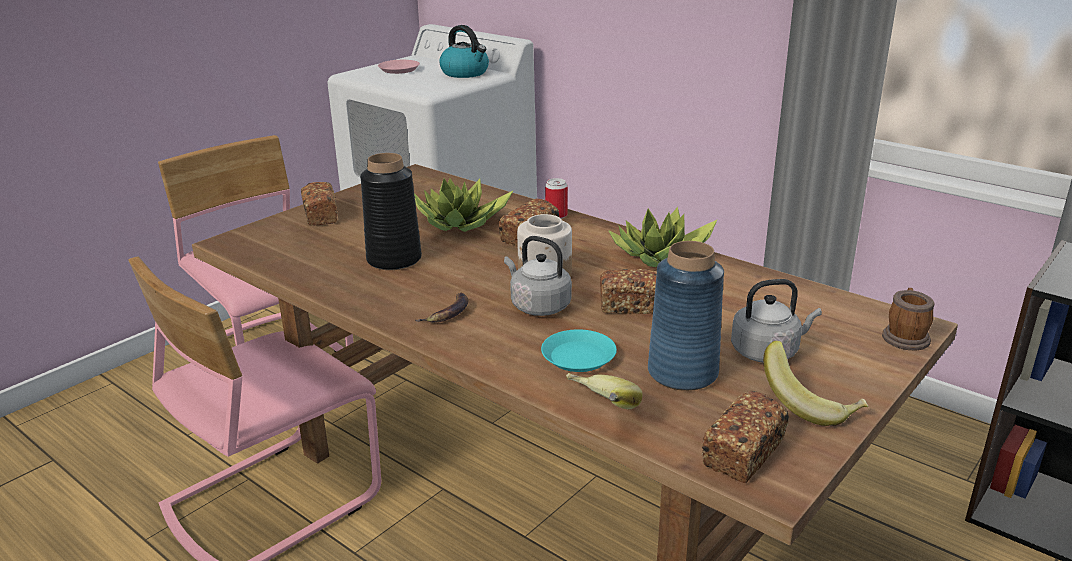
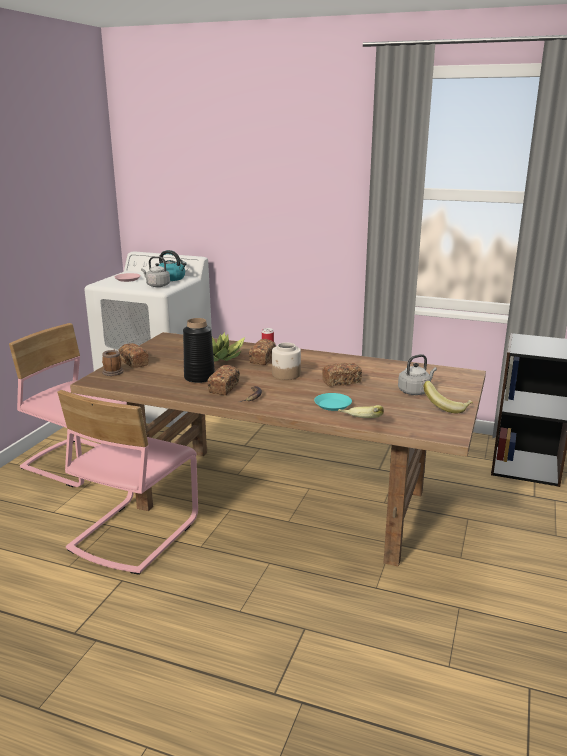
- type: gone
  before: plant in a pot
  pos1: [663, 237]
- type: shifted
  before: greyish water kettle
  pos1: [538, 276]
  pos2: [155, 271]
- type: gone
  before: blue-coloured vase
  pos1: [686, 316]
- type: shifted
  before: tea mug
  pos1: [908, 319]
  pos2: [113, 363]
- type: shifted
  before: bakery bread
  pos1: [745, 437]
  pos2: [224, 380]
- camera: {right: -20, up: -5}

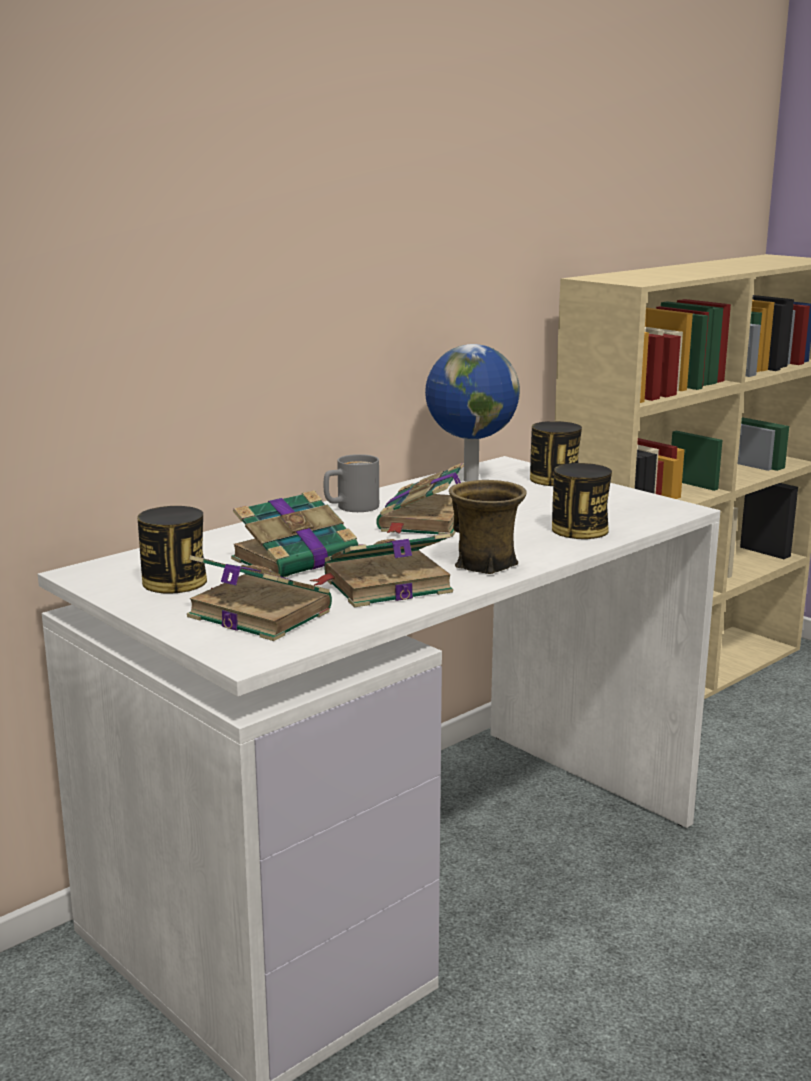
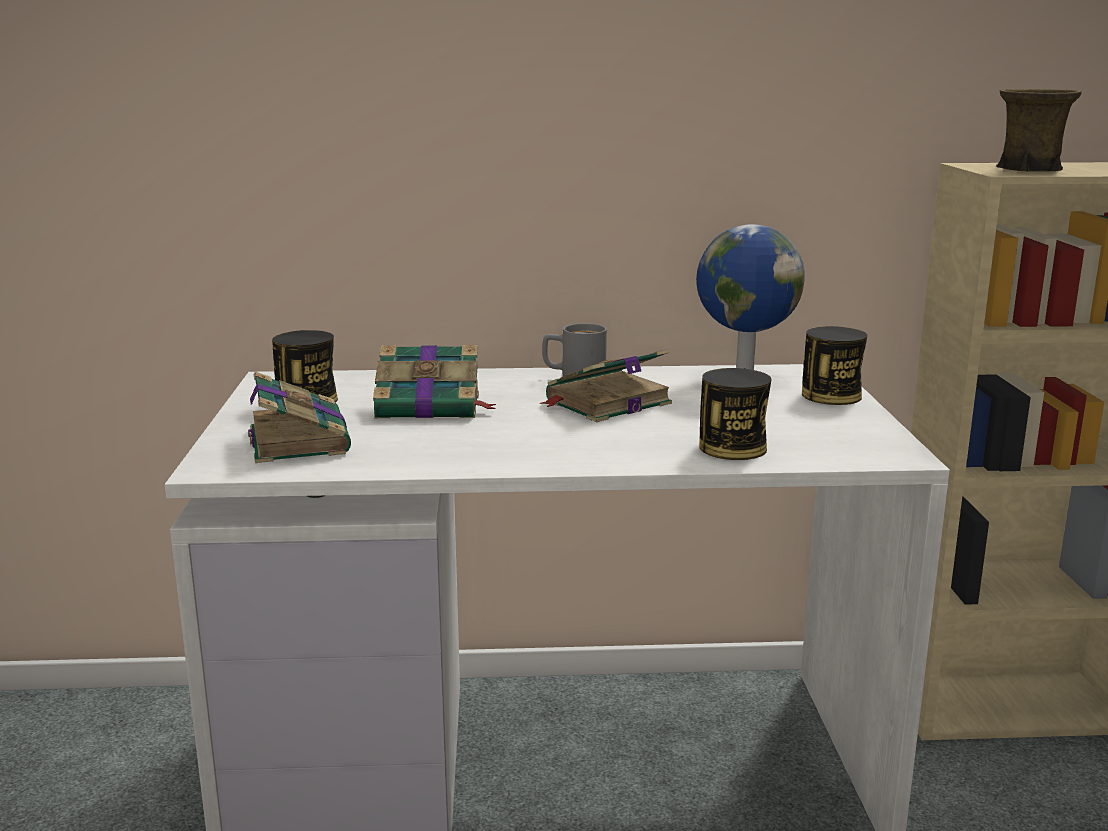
- type: shifted
  before: brown tea mug
  pos1: [488, 527]
  pos2: [1039, 130]
- type: gone
  before: book
  pos1: [381, 570]
- camera: {right: 40, up: 0}

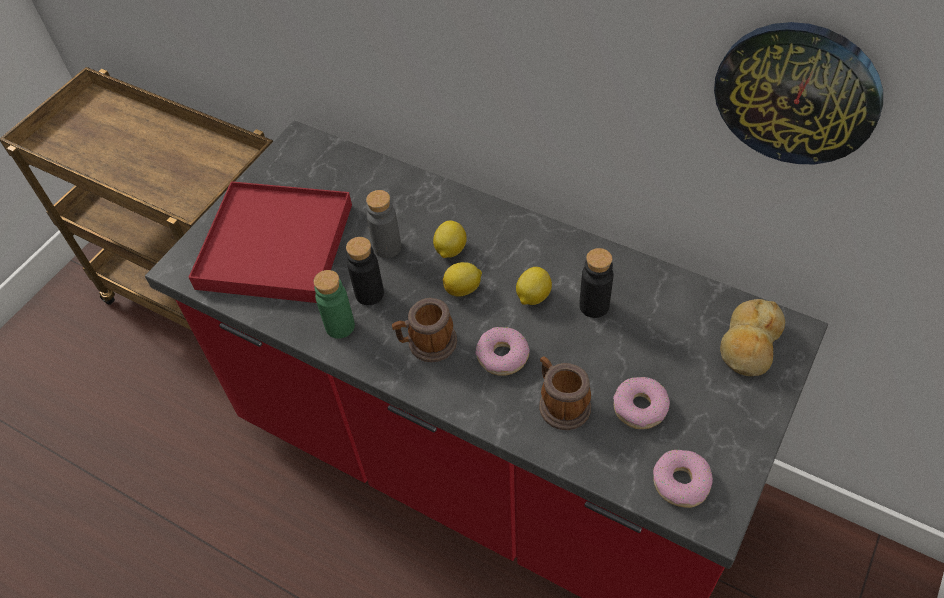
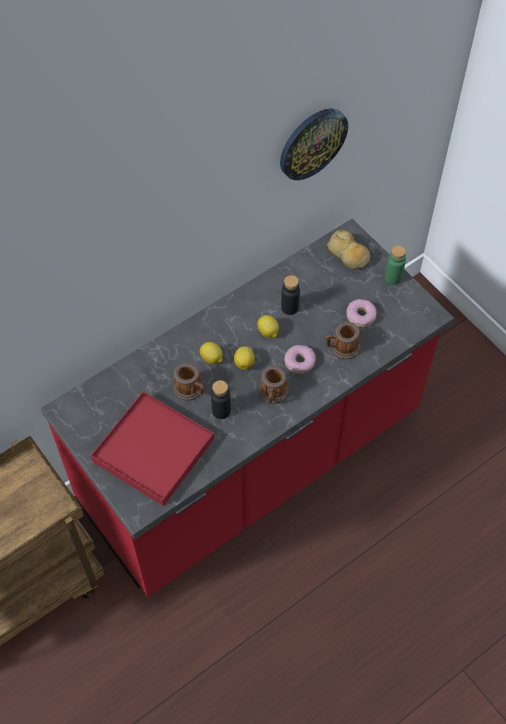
- type: swapped
  before: greyish drink bottle
  after: tea mug
  pos1: [383, 224]
  pos2: [188, 382]
- type: shifted
  before: green-coloured drink bottle
  pos1: [334, 304]
  pos2: [395, 265]
- type: gone
  before: ring doughnut
  pos1: [683, 479]
- camera: {right: -70, up: 5}

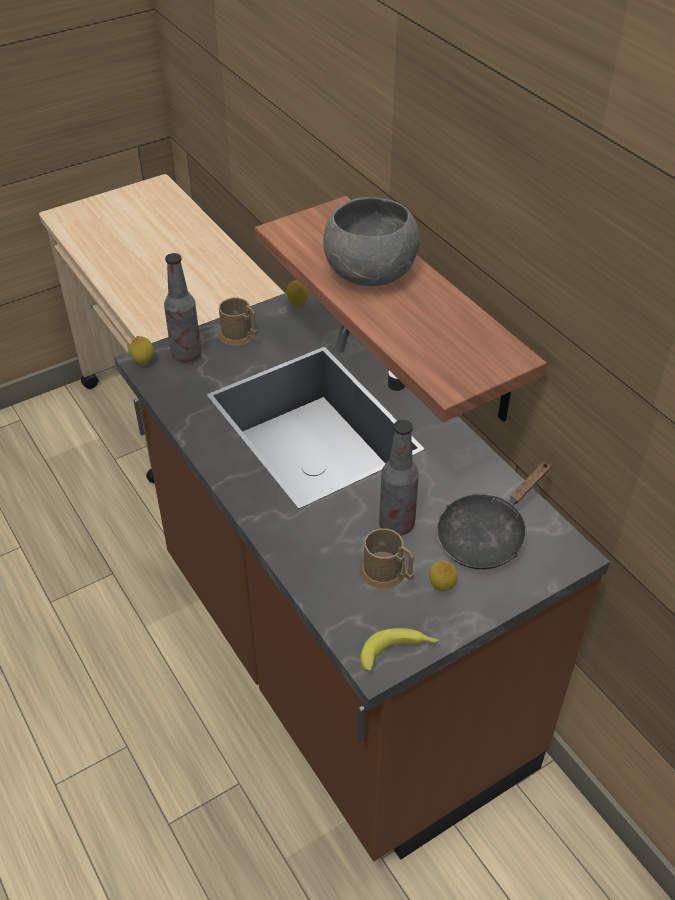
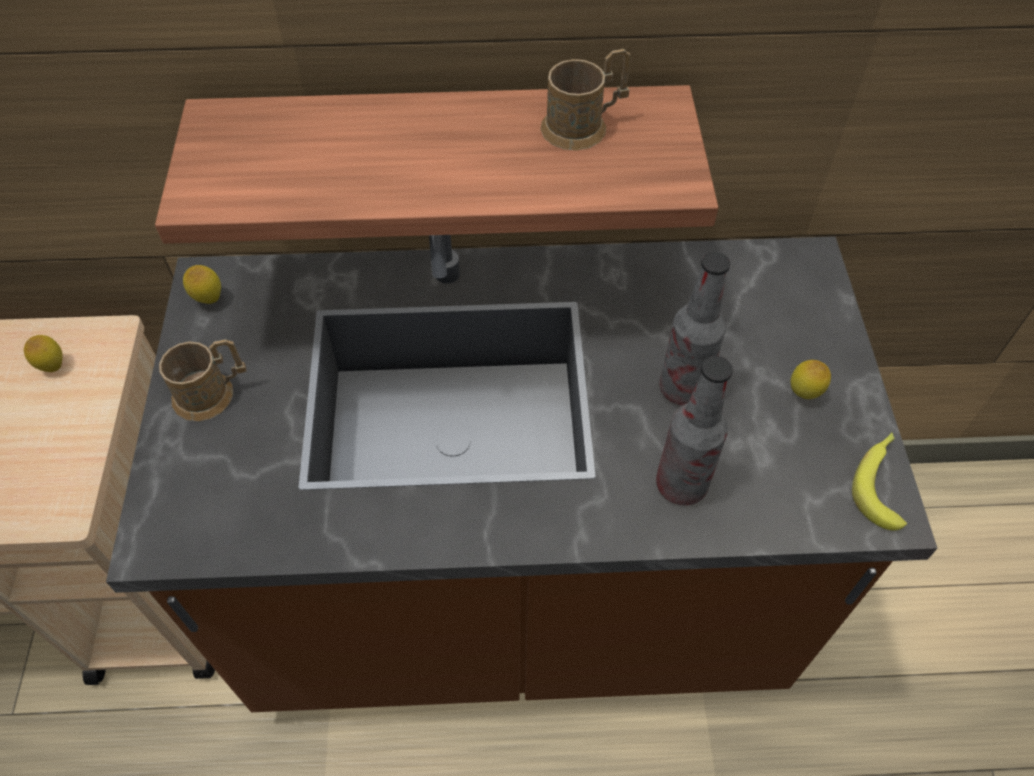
- type: gone
  before: greyish serving bowl
  pos1: [371, 241]
- type: shifted
  before: drink bottle
  pos1: [183, 307]
  pos2: [694, 430]
- type: shifted
  before: whole lemon
  pos1: [142, 351]
  pos2: [43, 353]
- type: gone
  before: black-coloured frying pan
  pos1: [494, 515]
- type: shifted
  before: brown tea mug
  pos1: [386, 558]
  pos2: [585, 100]
- camera: {right: -60, up: 10}

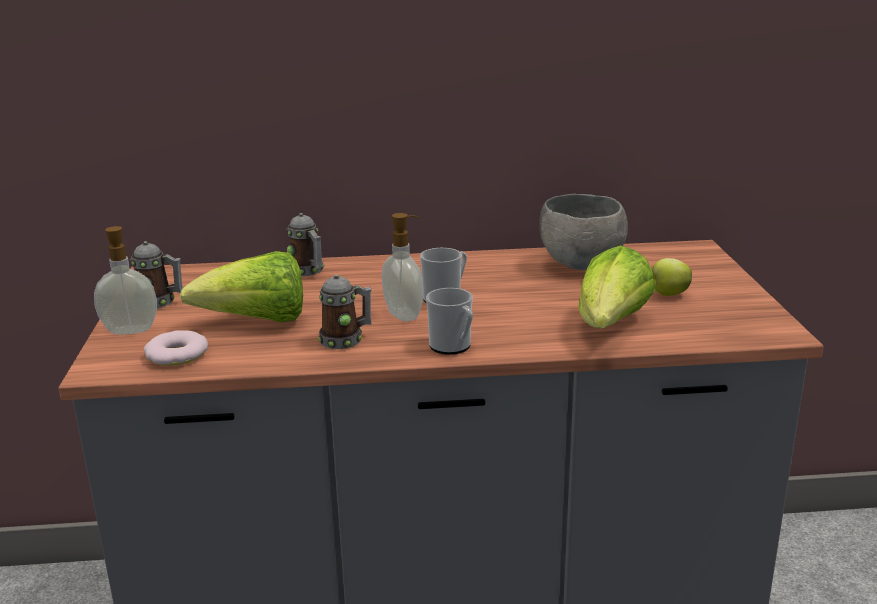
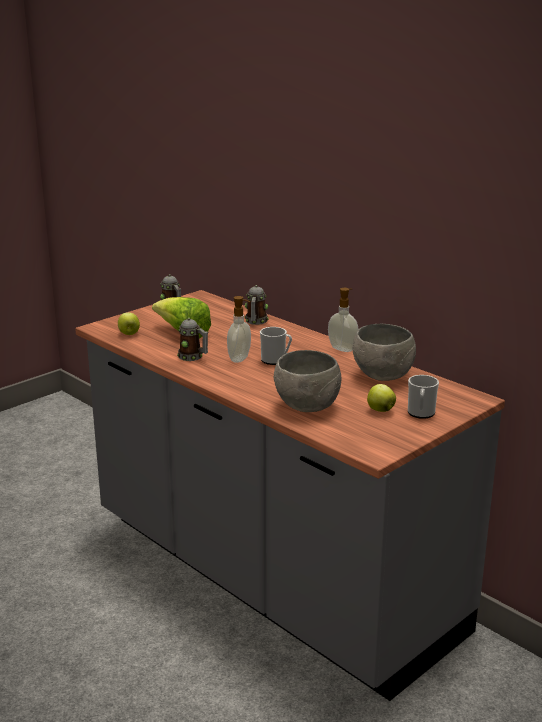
- type: shifted
  before: soap bottle
  pos1: [125, 280]
  pos2: [343, 320]
- type: swapped
  before: lettuce
  after: greyish serving bowl
  pos1: [616, 286]
  pos2: [307, 381]
- type: shifted
  before: tea mug
  pos1: [449, 321]
  pos2: [423, 397]
- type: swapped
  before: ring doughnut
  after: apple fruit
  pos1: [176, 348]
  pos2: [129, 324]
- camera: {right: 50, up: 0}

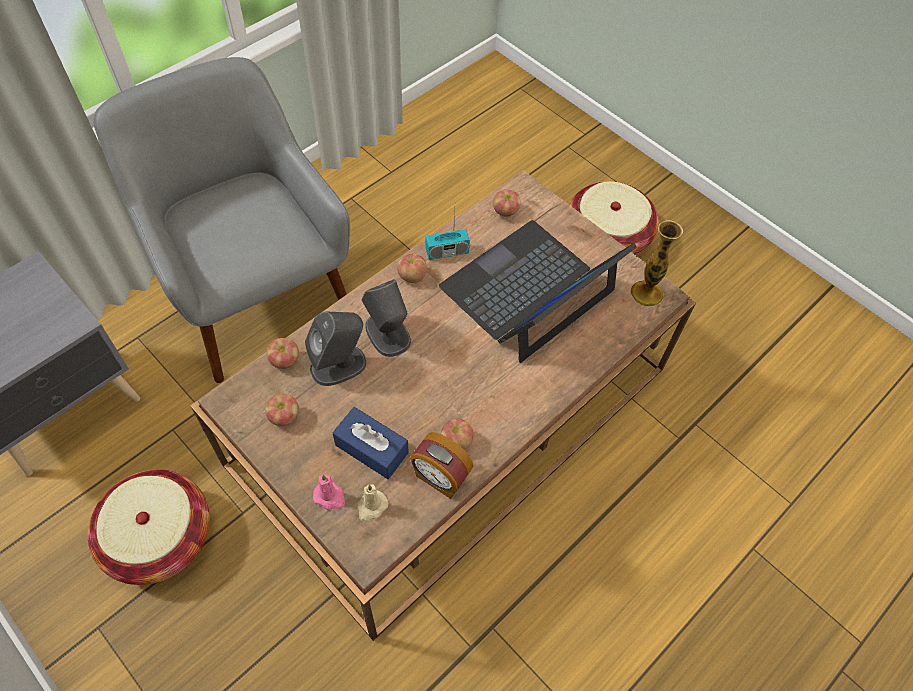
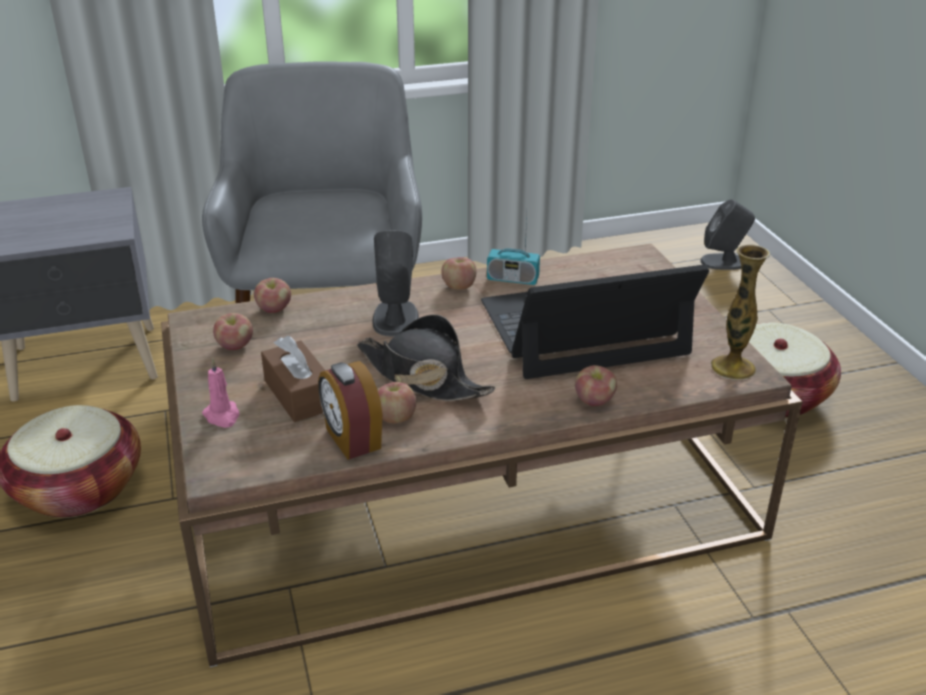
- type: shifted
  before: apple fruit
  pos1: [506, 203]
  pos2: [596, 385]
- type: shifted
  before: greyish audio speaker
  pos1: [336, 349]
  pos2: [727, 234]
- type: repainted
  before: blue-coloured box of tissues
  after: brown box of tissues
  pos1: [370, 443]
  pos2: [293, 378]
- type: gone
  before: sand-coloured wax light
  pos1: [372, 503]
- type: new
  after: black-coloured hat
  pos2: [426, 357]
- camera: {right: 30, up: -25}

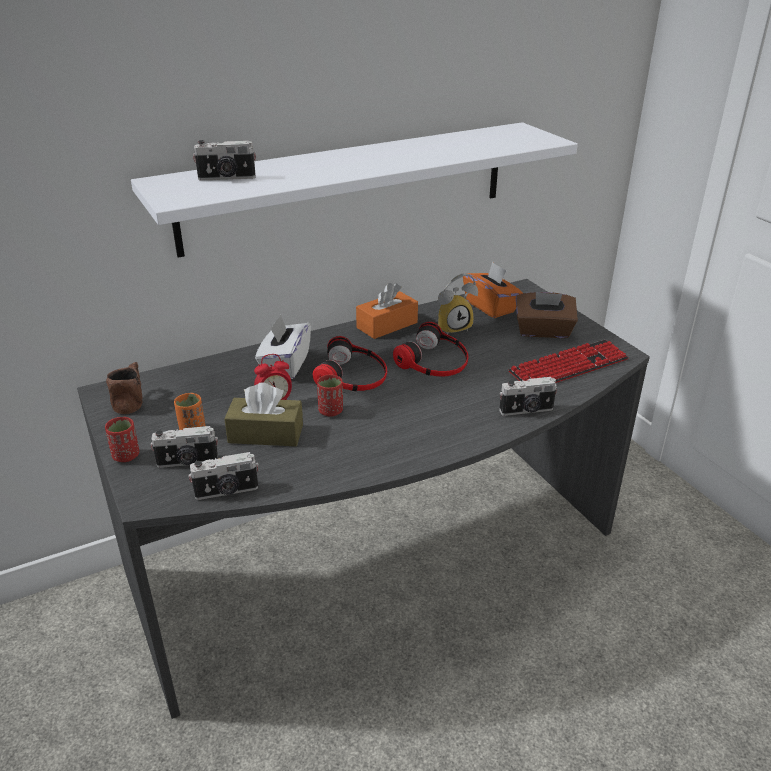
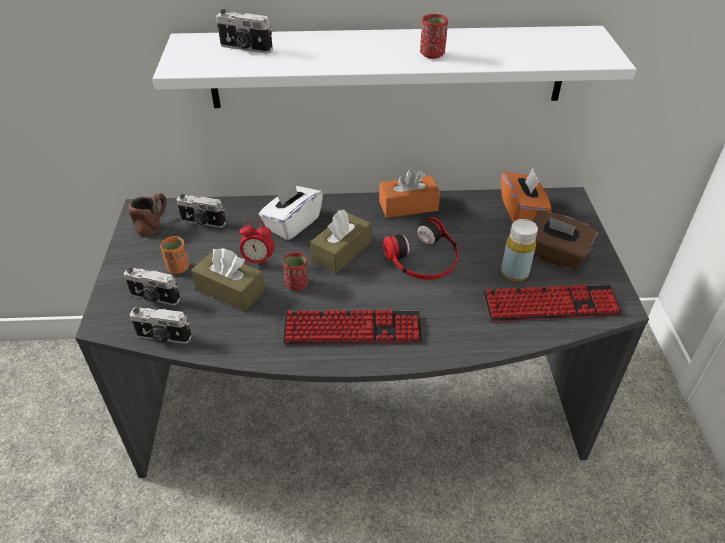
- type: gone
  before: alarm clock
  pos1: [458, 303]
- type: swapped
  before: headset
  after: brown box of tissues
  pos1: [350, 363]
  pos2: [340, 242]
- type: shifted
  before: photo camera
  pos1: [528, 396]
  pos2: [201, 211]
- type: shifted
  before: red-coloured cup
  pos1: [122, 439]
  pos2: [434, 36]
- type: new
  after: yellowish drink bottle
  pos2: [519, 250]
- type: new
  after: computer keyboard
  pos2: [352, 327]
- camera: {right: 25, up: 10}

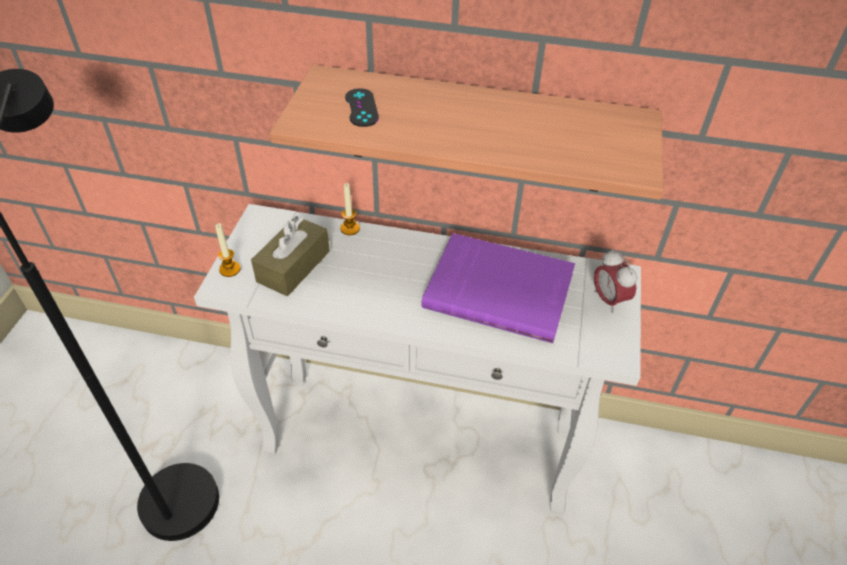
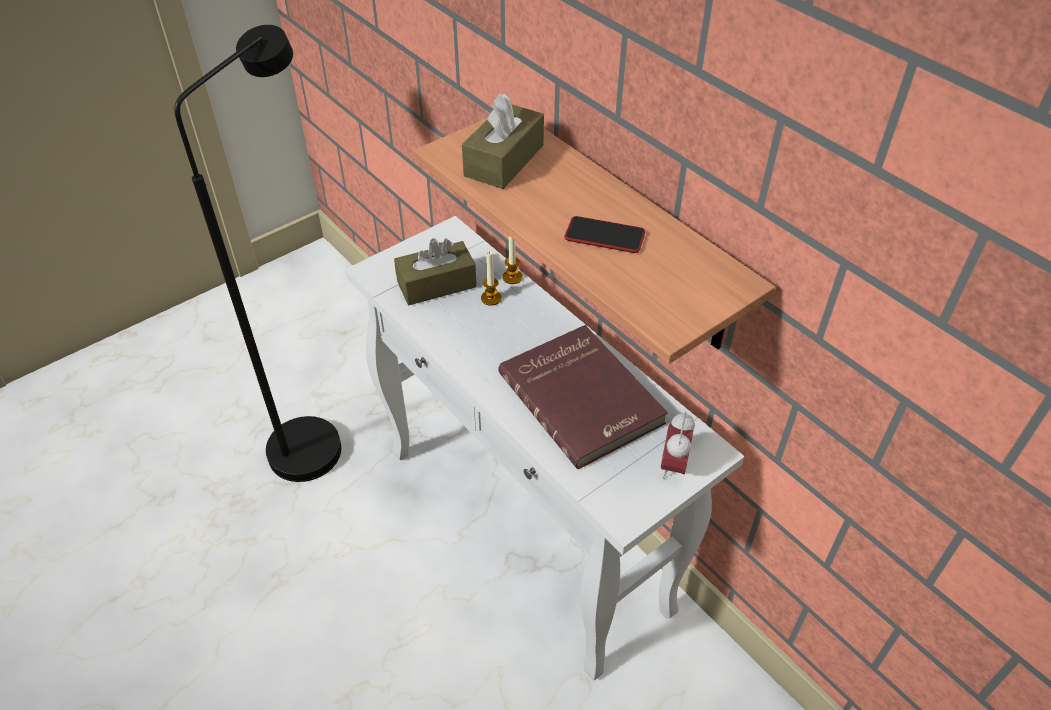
- type: swapped
  before: black-coloured game controller
  after: brown box of tissues
  pos1: [362, 107]
  pos2: [503, 141]
- type: shifted
  before: wax light
  pos1: [228, 250]
  pos2: [491, 278]
- type: repainted
  before: purple-coloured book
  after: red-coloured book
  pos1: [498, 288]
  pos2: [583, 397]
- type: new
  after: handset
  pos2: [605, 234]
- camera: {right: 40, up: 0}

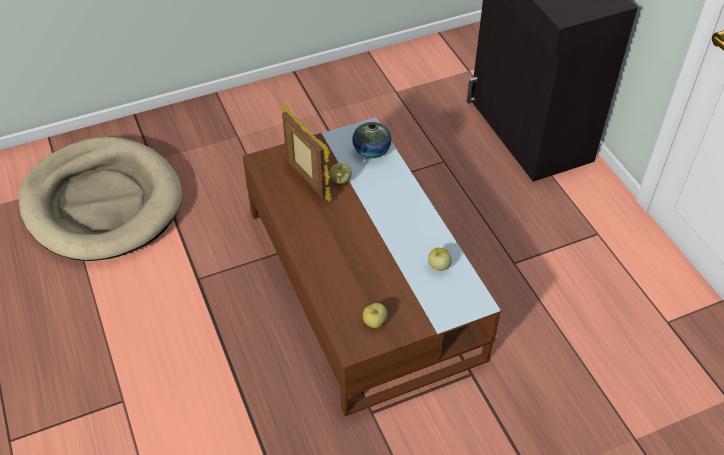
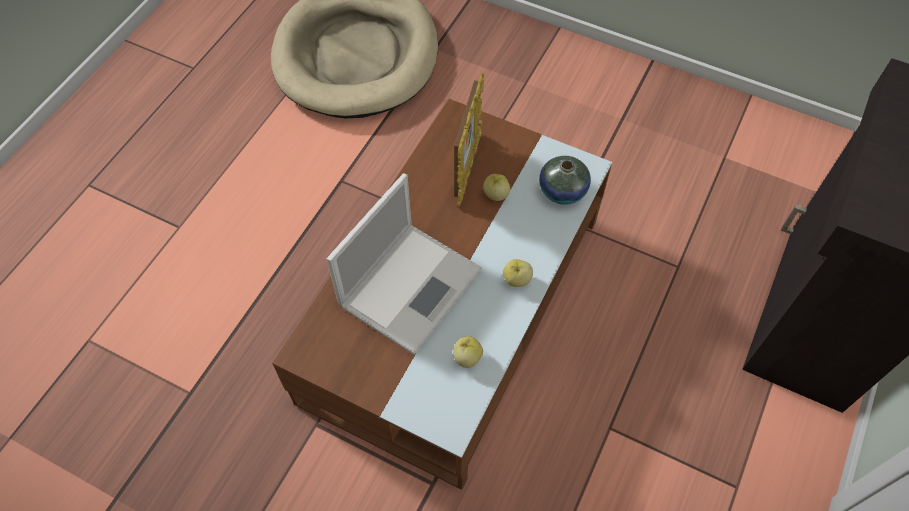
- type: shifted
  before: apple fruit
  pos1: [375, 315]
  pos2: [518, 273]
- type: new
  after: portable computer
  pos2: [404, 264]
- camera: {right: 50, up: 10}

